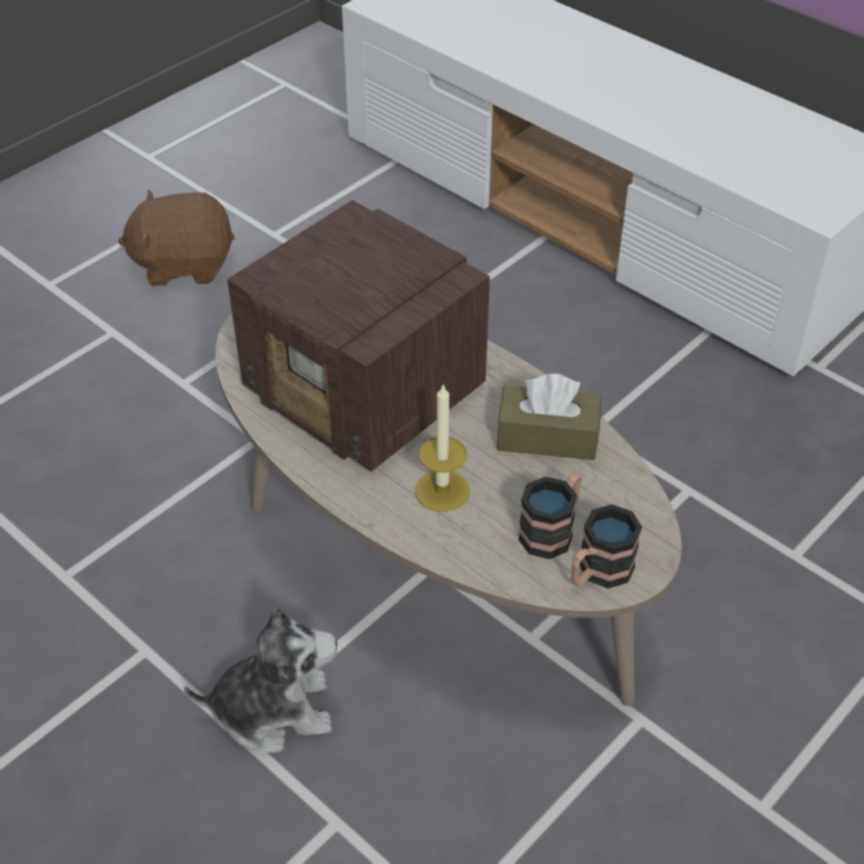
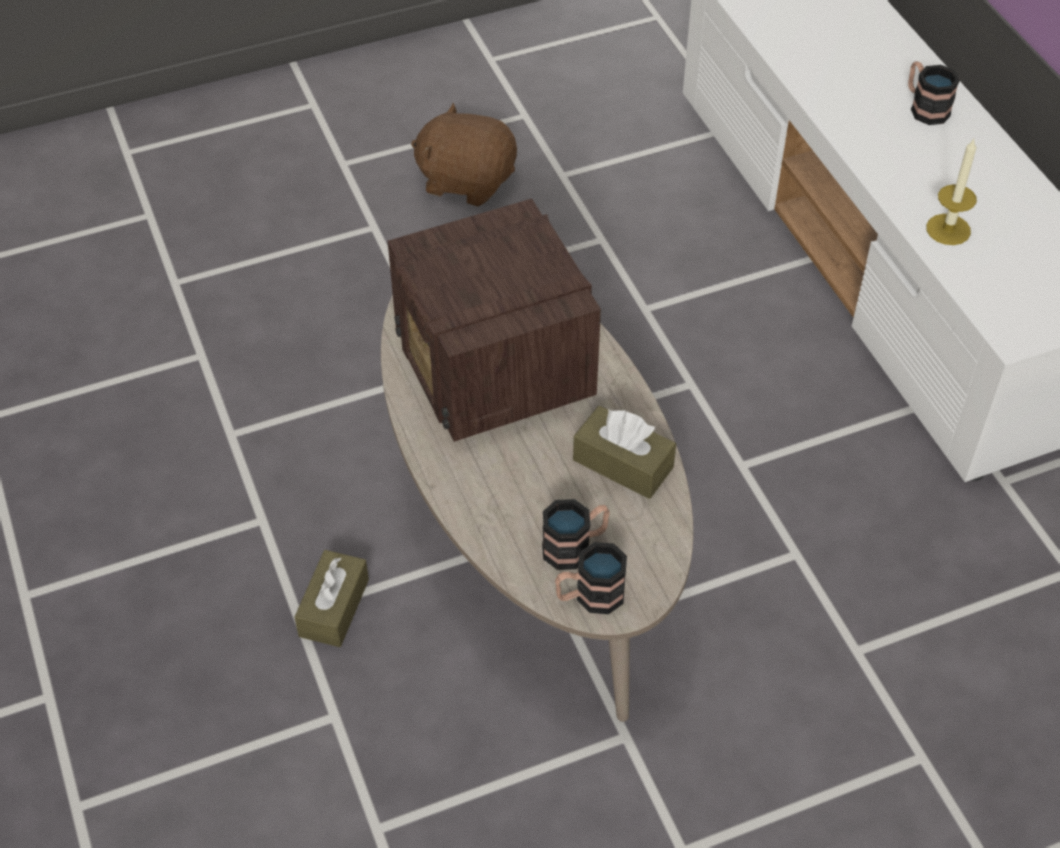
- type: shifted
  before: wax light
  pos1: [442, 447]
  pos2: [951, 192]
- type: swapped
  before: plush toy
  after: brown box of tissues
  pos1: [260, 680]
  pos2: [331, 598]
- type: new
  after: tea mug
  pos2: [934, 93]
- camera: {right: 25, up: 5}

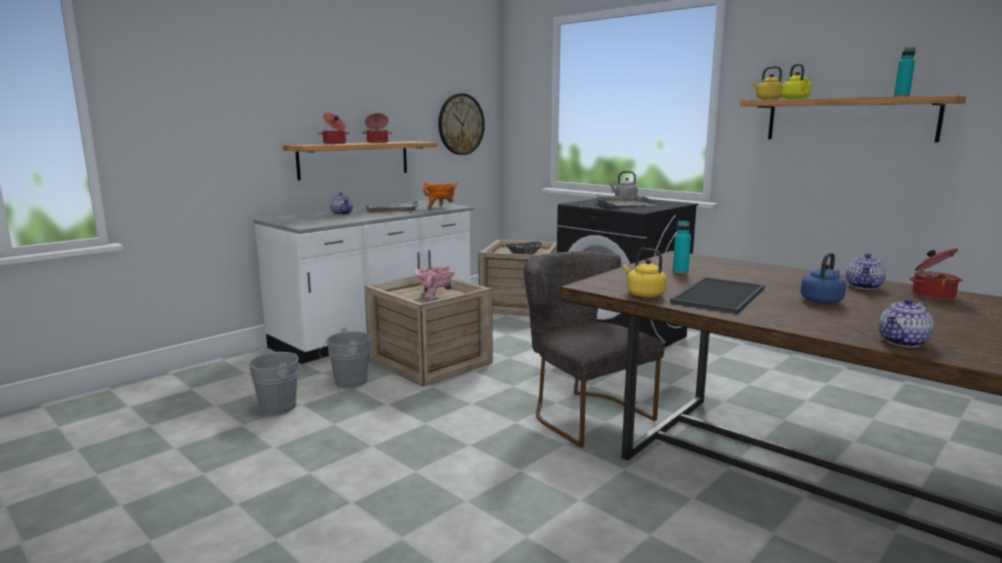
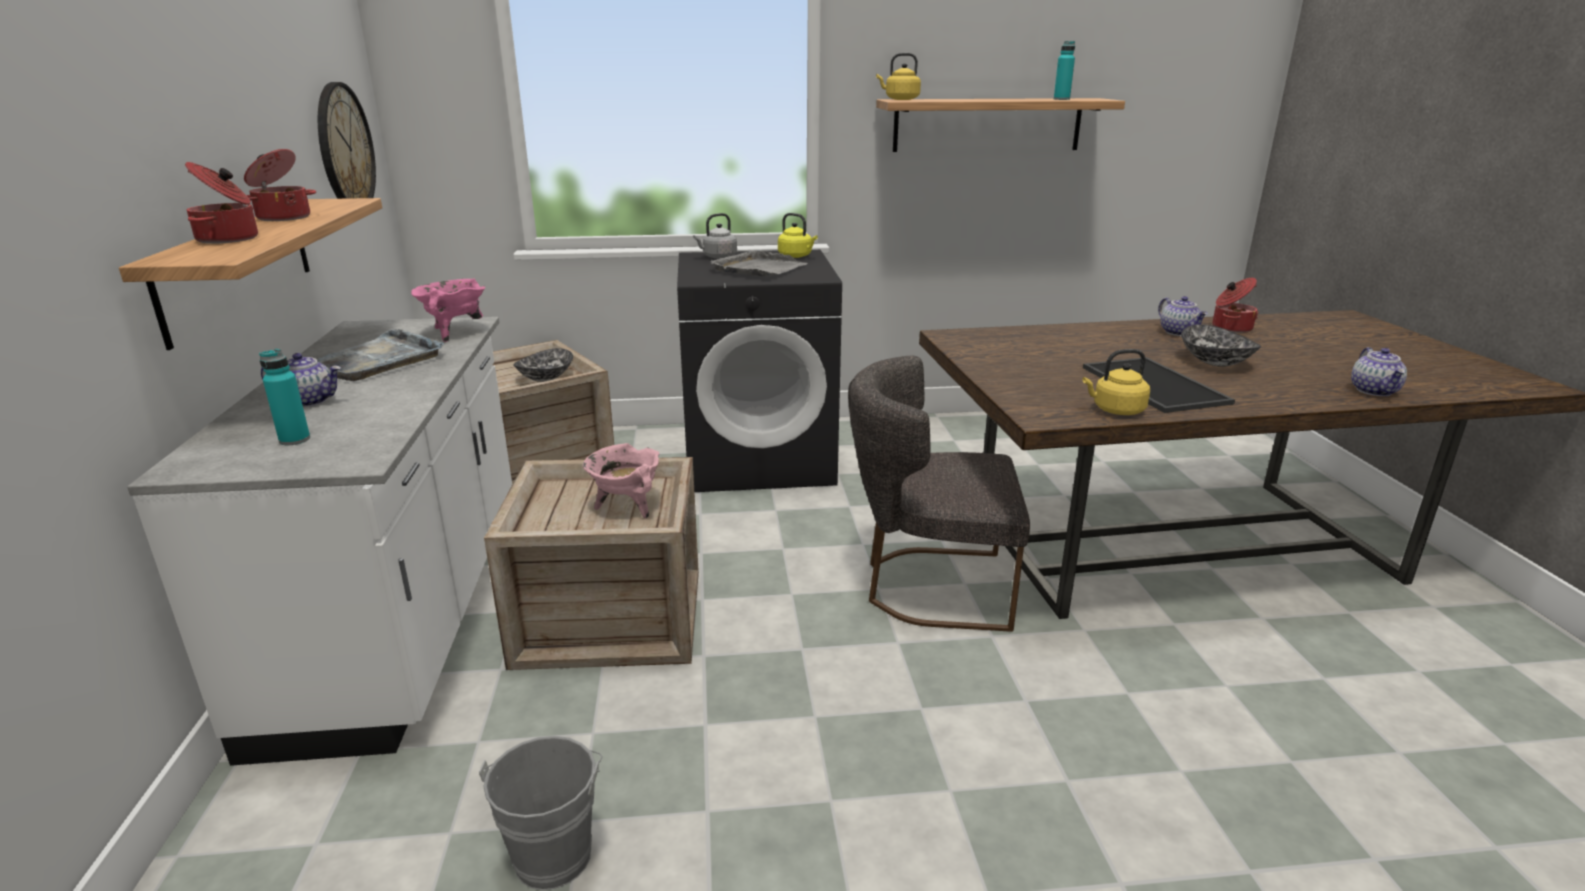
- type: shifted
  before: yellowish water kettle
  pos1: [796, 81]
  pos2: [798, 235]
- type: repainted
  before: orangey stockpot
  after: pink-coloured stockpot
  pos1: [440, 195]
  pos2: [448, 310]
- type: shifted
  before: blue-green drink bottle
  pos1: [682, 247]
  pos2: [284, 397]
- type: swapped
  before: blue-coloured water kettle
  after: serving bowl
  pos1: [823, 278]
  pos2: [1221, 346]
- type: gone
  before: greyish water bucket
  pos1: [345, 357]
- camera: {right: -50, up: 10}

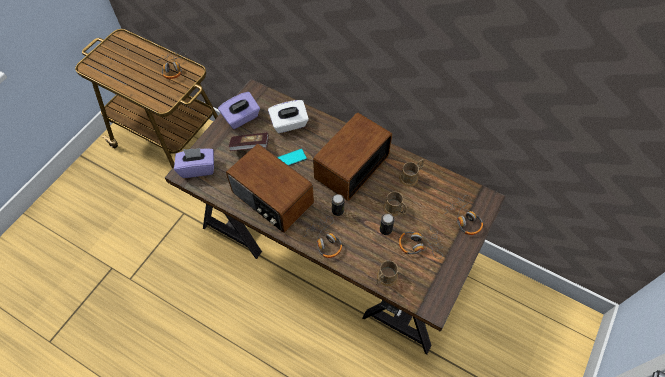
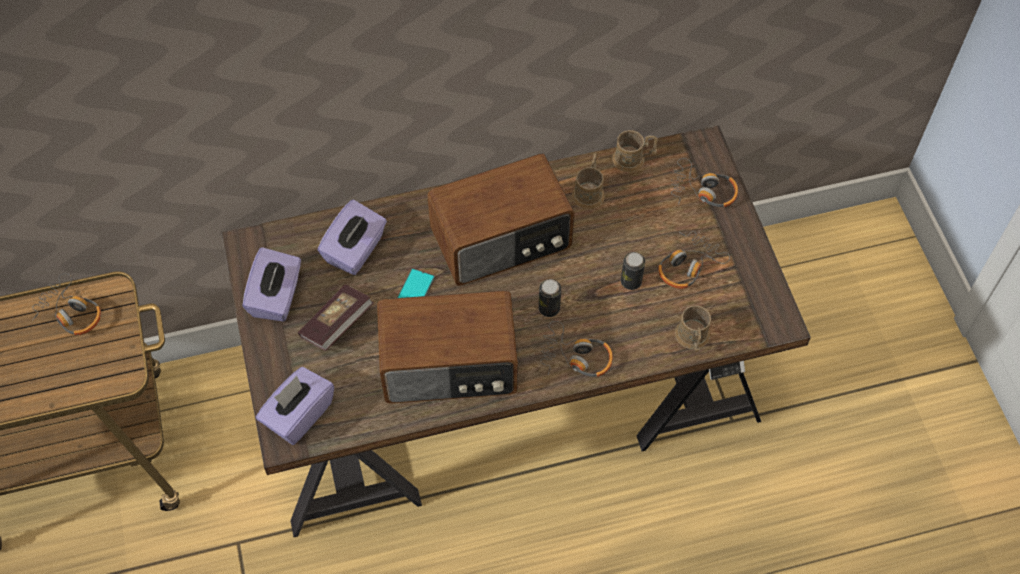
- type: repainted
  before: white box of tissues
  after: purple-coloured box of tissues
  pos1: [288, 116]
  pos2: [352, 237]
- type: rotated
  before: radio
  pos1: [353, 156]
  pos2: [500, 220]
  turn: -105
- type: shifted
  before: brown tea mug
  pos1: [395, 204]
  pos2: [635, 151]
- camera: {right: -45, up: 0}

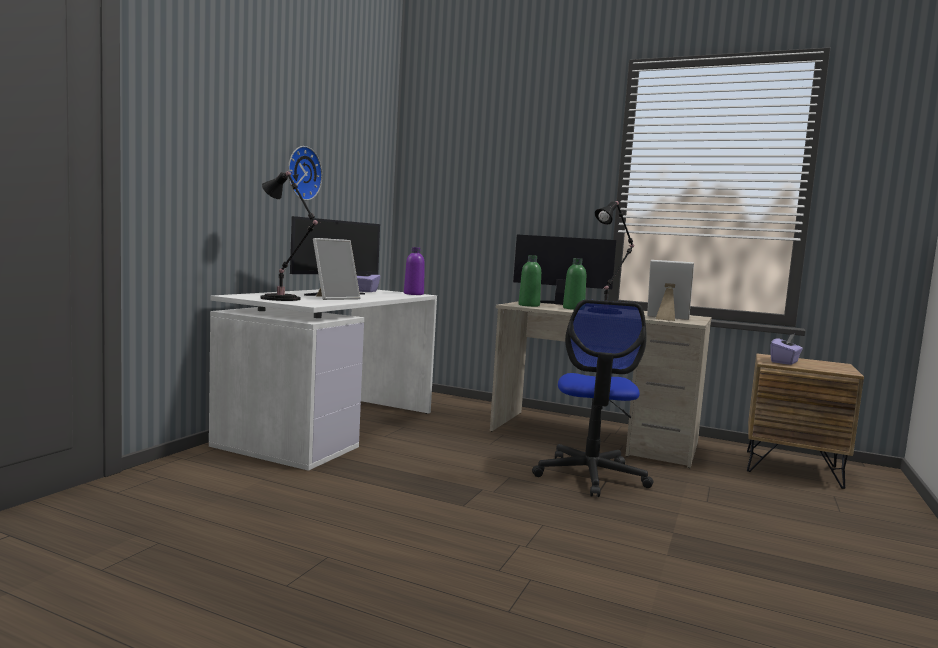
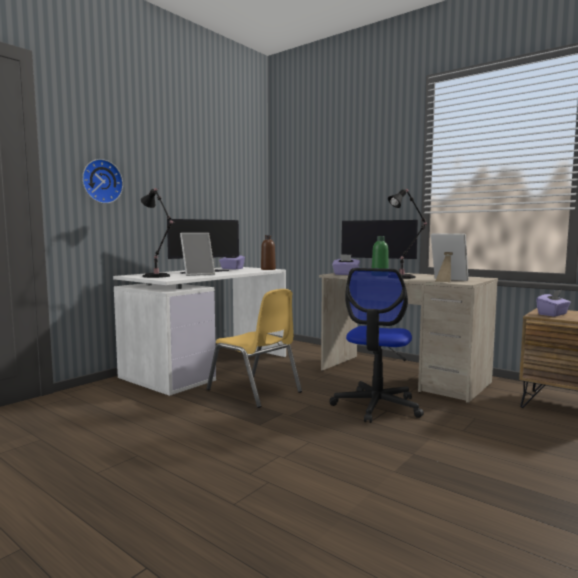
- type: shifted
  before: clock on the wall
  pos1: [305, 173]
  pos2: [102, 181]
- type: repainted
  before: purple-coloured drink bottle
  after: brown drink bottle
  pos1: [414, 271]
  pos2: [268, 252]
- type: swapped
  before: green-coloured drink bottle
  after: purple-coloured box of tissues
  pos1: [530, 281]
  pos2: [346, 264]
- type: new
  after: yellowish plain chair
  pos2: [254, 348]
- camera: {right: 15, up: 0}

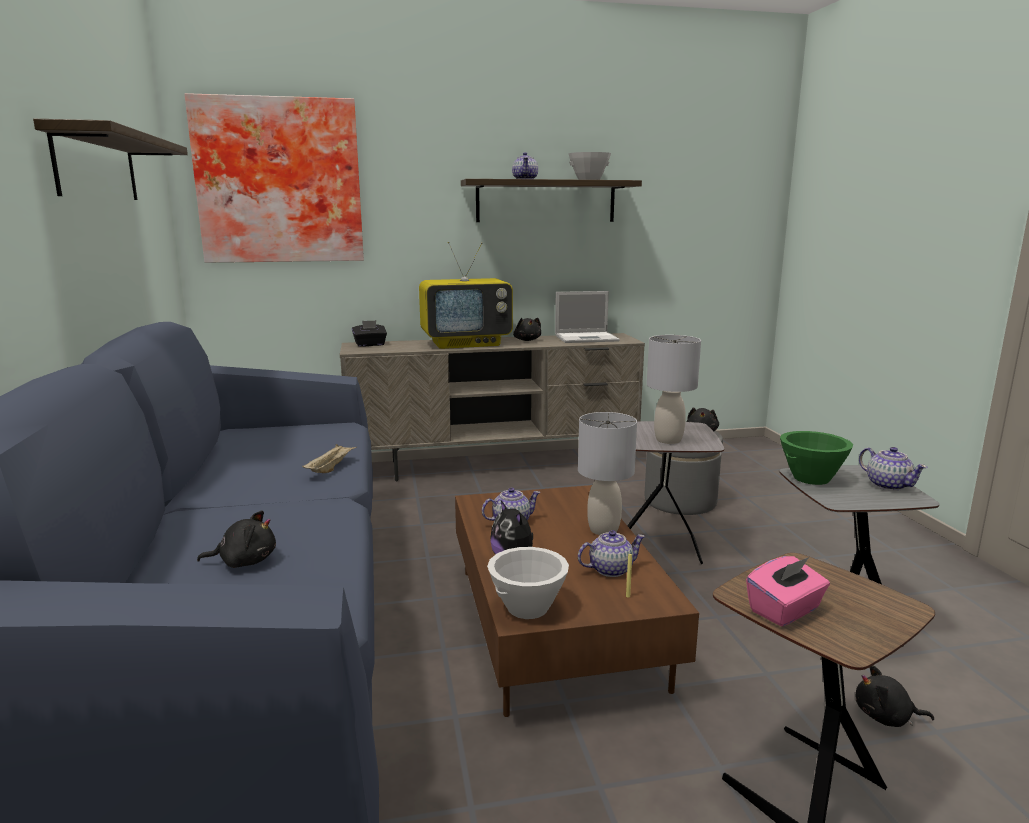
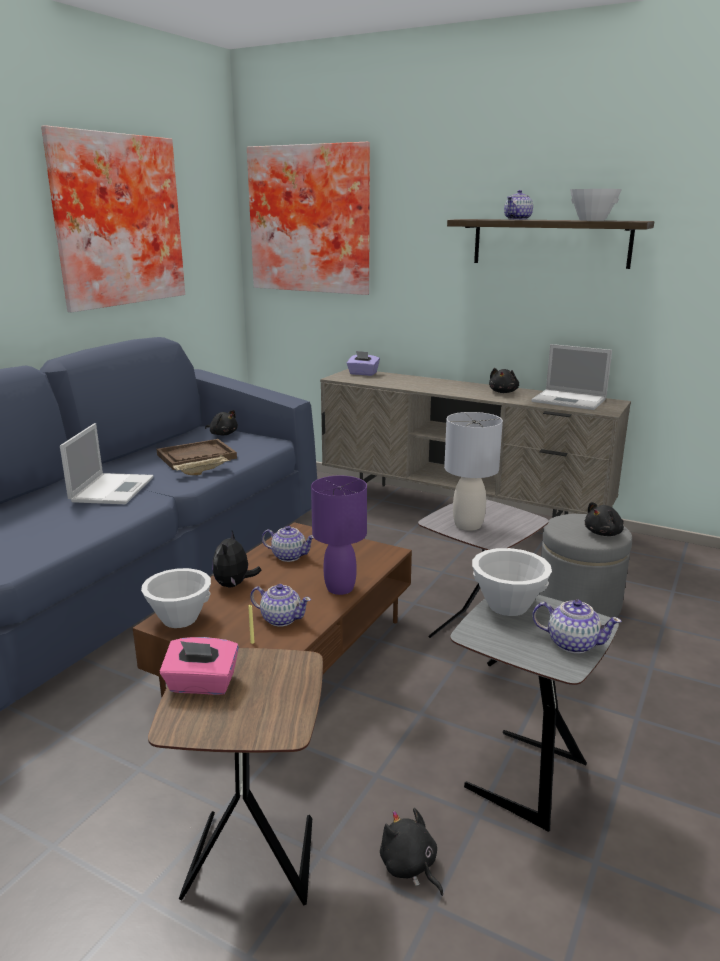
- type: swapped
  before: bracket shelf
  after: picture
  pos1: [110, 159]
  pos2: [113, 218]
- type: gone
  before: television
  pos1: [466, 295]
- type: repainted
  before: black-coloured box of tissues
  after: purple-coloured box of tissues
  pos1: [369, 333]
  pos2: [363, 363]
- type: repainted
  before: greyish table lamp
  after: purple-coloured table lamp
  pos1: [607, 473]
  pos2: [339, 535]
- type: repainted
  before: green-coloured serving bowl
  after: white serving bowl
  pos1: [816, 458]
  pos2: [512, 582]
- type: rotated
  before: tea pot
  pos1: [893, 469]
  pos2: [577, 626]
  turn: -75
- type: shifted
  before: black-coloured plush toy
  pos1: [236, 539]
  pos2: [221, 423]
- type: new
  after: portable computer
  pos2: [107, 463]
- type: new
  after: brown tray
  pos2: [196, 454]
- camera: {right: 40, up: 5}

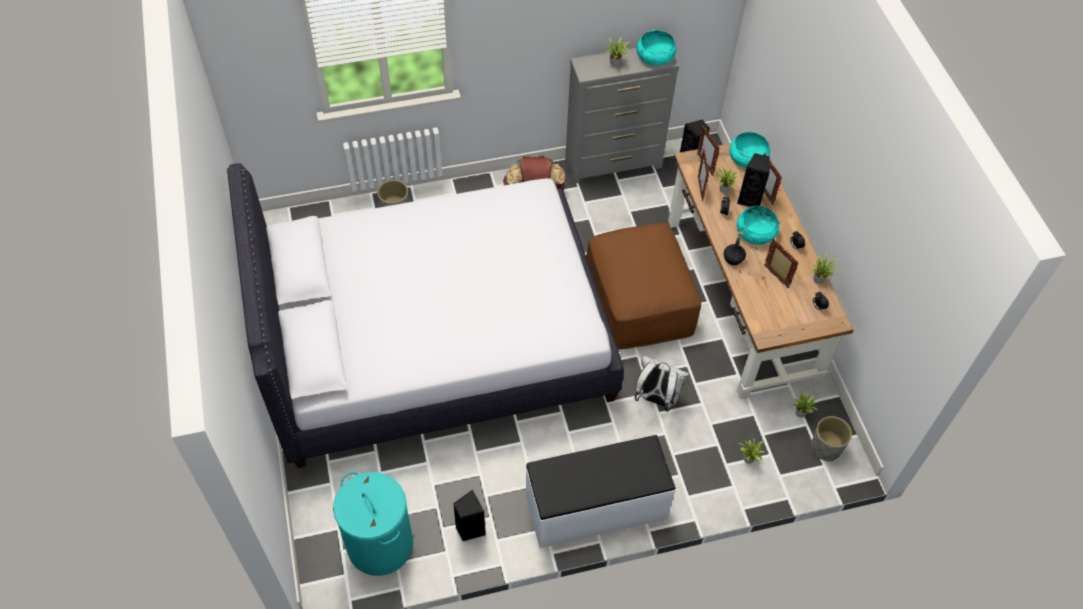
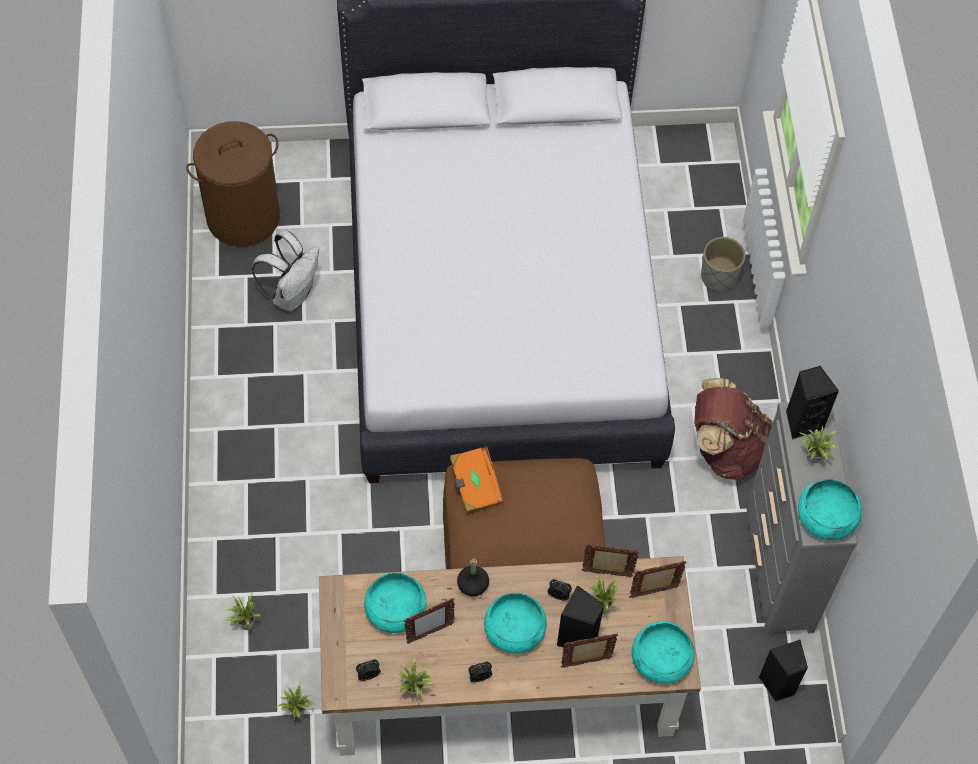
- type: shifted
  before: white knapsack
  pos1: [662, 384]
  pos2: [285, 271]
- type: gone
  before: greyish flower pot
  pos1: [831, 438]
- type: gone
  before: white bench
  pos1: [601, 491]
- type: repainted
  before: blue-green hamper
  after: brown hamper
  pos1: [373, 524]
  pos2: [233, 184]
- type: shifted
  before: black-coloured audio speaker
  pos1: [469, 515]
  pos2: [812, 402]
- type: new
  after: orangey book
  pos2: [477, 479]
- type: new
  after: blue-green serving bowl
  pos2: [395, 603]
- camera: {right: 100, up: 5}

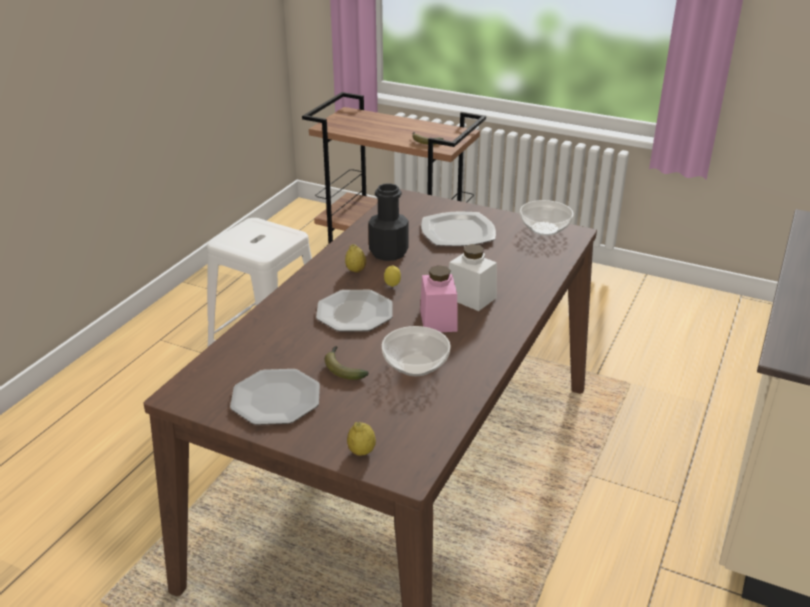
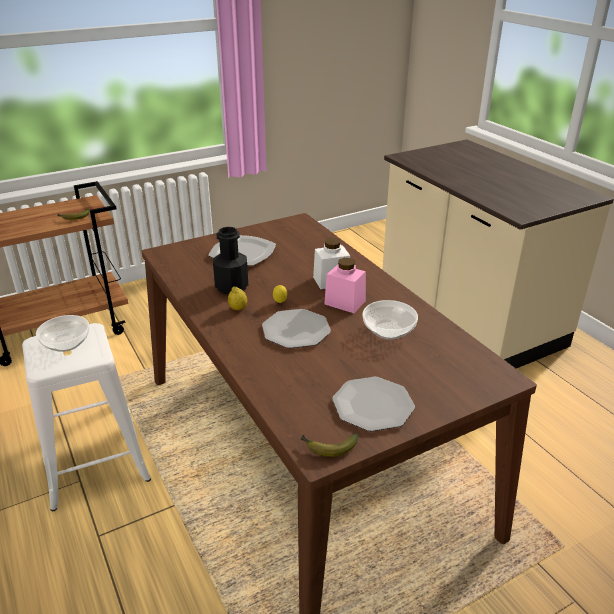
- type: shifted
  before: serving bowl
  pos1: [547, 218]
  pos2: [63, 333]
- type: shifted
  before: banana fruit
  pos1: [347, 363]
  pos2: [329, 445]
- type: gone
  before: whole lemon
  pos1: [361, 439]
- camera: {right: -55, up: 0}

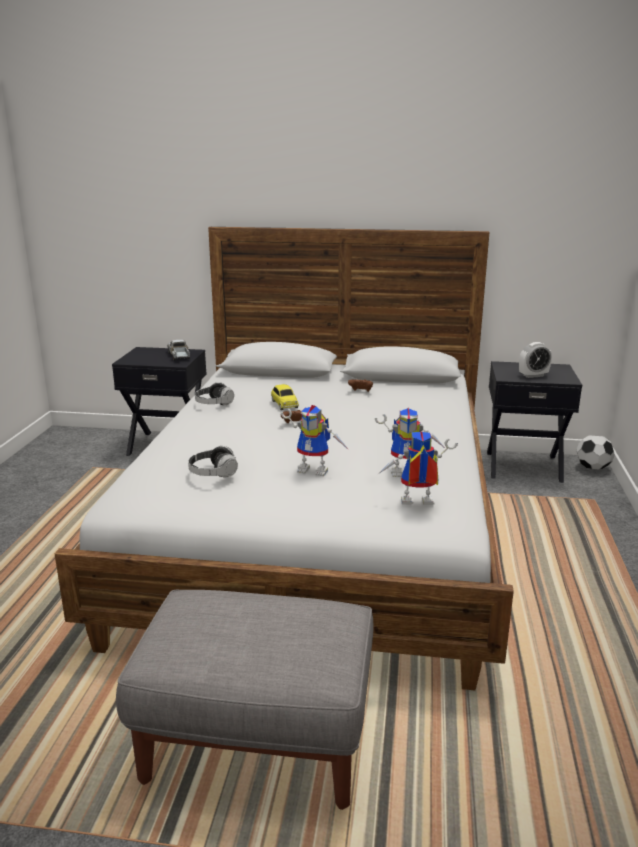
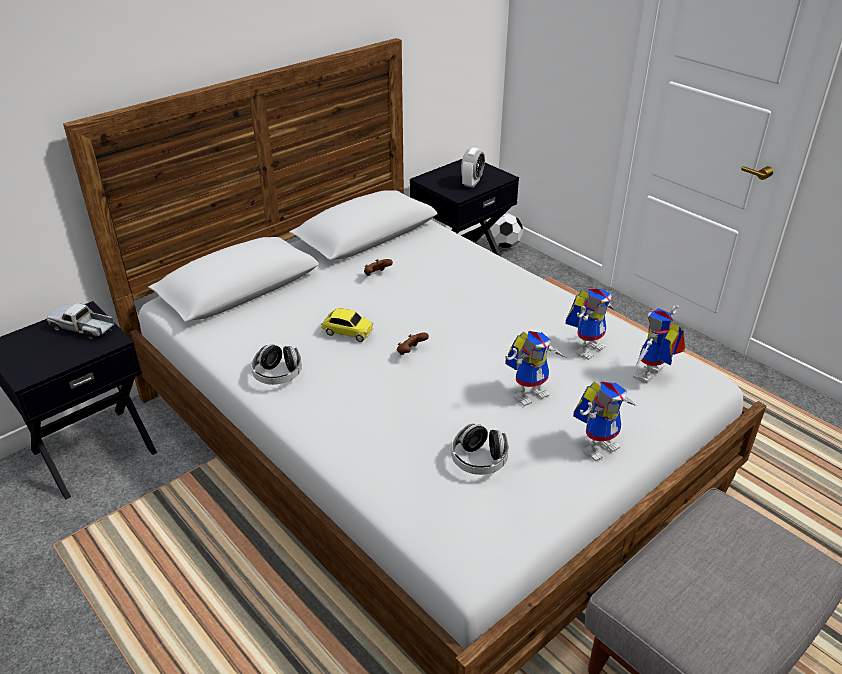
- type: new
  after: toy robot
  pos2: [604, 421]
- camera: {right: -50, up: 15}

